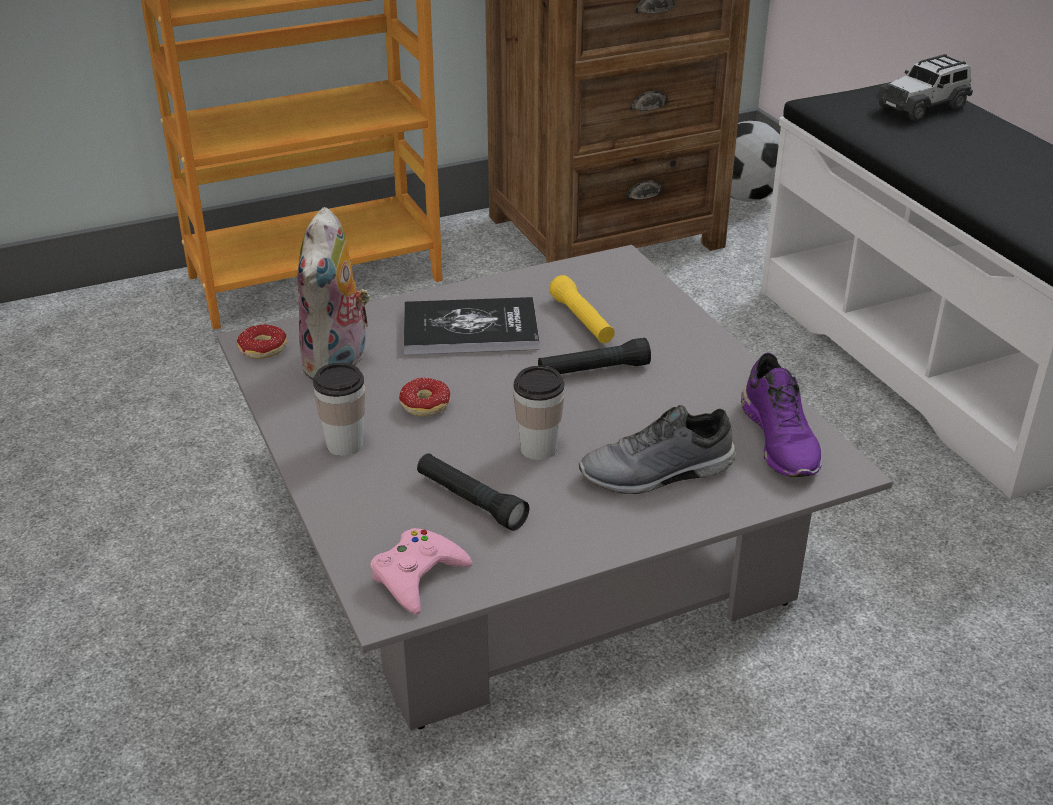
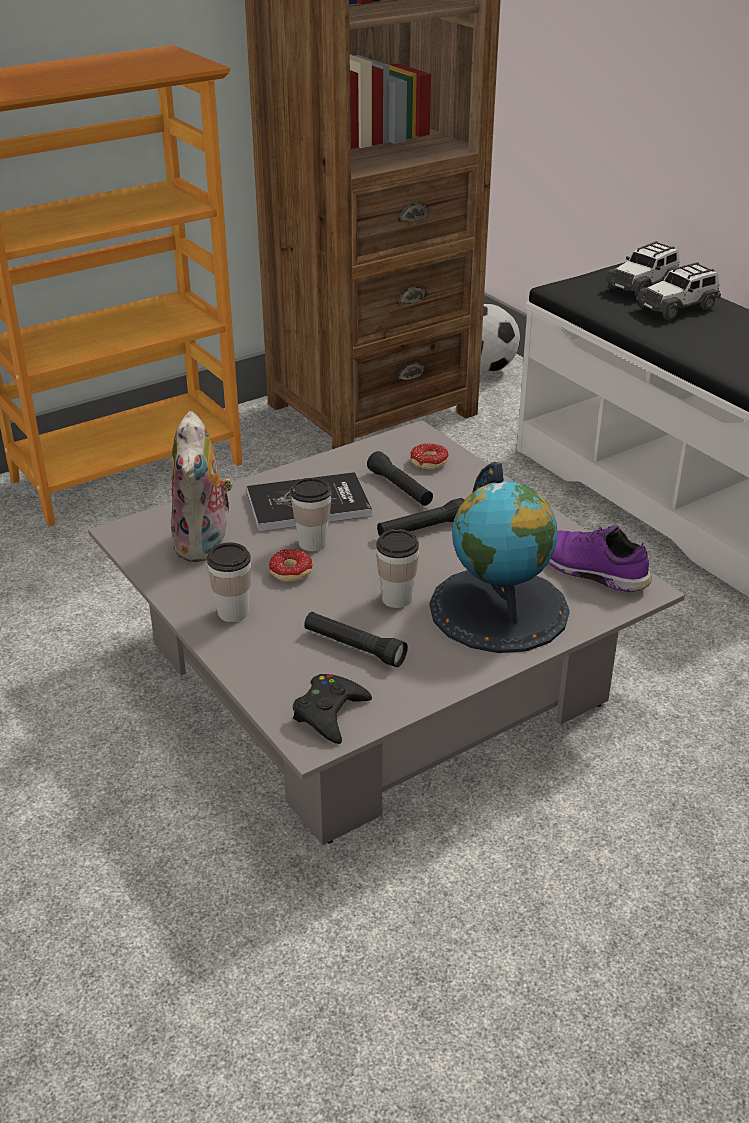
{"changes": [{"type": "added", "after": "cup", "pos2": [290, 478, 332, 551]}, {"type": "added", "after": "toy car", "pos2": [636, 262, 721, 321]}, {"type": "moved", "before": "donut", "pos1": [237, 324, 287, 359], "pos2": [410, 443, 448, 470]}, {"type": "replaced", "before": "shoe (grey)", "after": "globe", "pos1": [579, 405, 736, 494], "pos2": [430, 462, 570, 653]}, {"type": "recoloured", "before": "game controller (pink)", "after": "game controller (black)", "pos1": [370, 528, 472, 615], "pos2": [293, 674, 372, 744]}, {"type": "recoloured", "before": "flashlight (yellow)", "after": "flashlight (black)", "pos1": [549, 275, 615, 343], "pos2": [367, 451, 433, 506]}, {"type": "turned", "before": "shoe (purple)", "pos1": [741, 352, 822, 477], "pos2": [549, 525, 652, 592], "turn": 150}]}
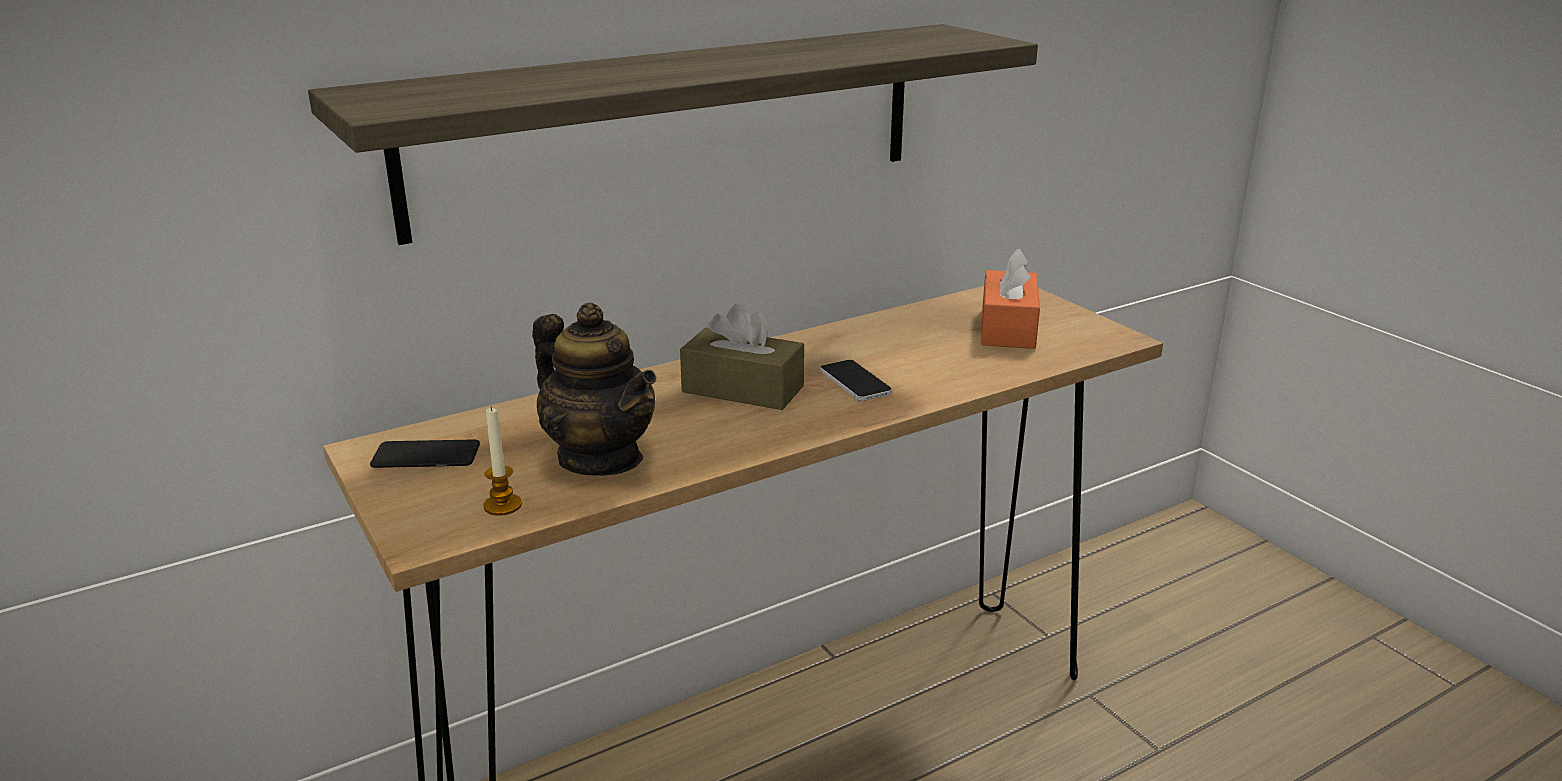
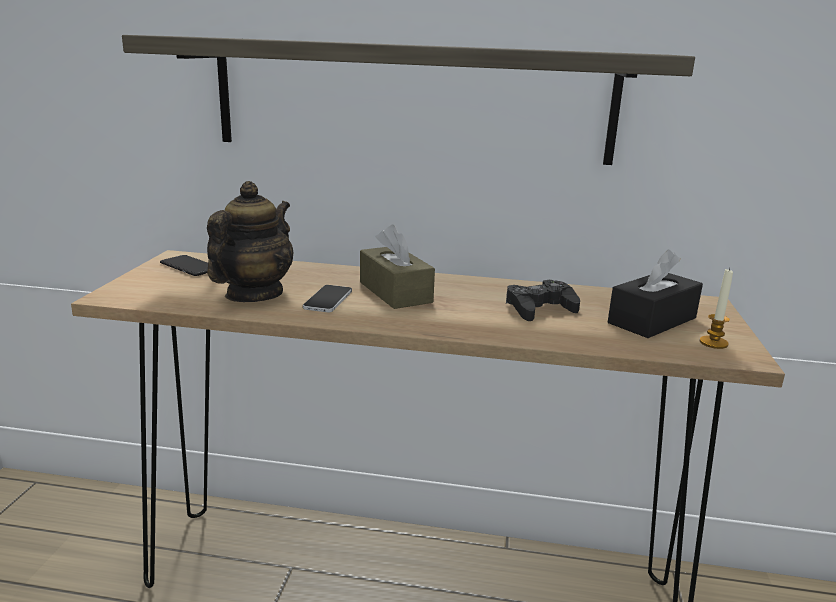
{"changes": [{"type": "added", "after": "game controller (black)", "pos2": [506, 280, 580, 321]}, {"type": "moved", "before": "candle", "pos1": [483, 407, 522, 516], "pos2": [700, 268, 733, 349]}, {"type": "moved", "before": "phone", "pos1": [820, 360, 892, 401], "pos2": [303, 285, 352, 312]}, {"type": "recoloured", "before": "tissue box (orange)", "after": "tissue box (black)", "pos1": [981, 248, 1040, 349], "pos2": [608, 249, 703, 338]}, {"type": "turned", "before": "teapot", "pos1": [532, 303, 656, 476], "pos2": [207, 181, 293, 302], "turn": -150}]}
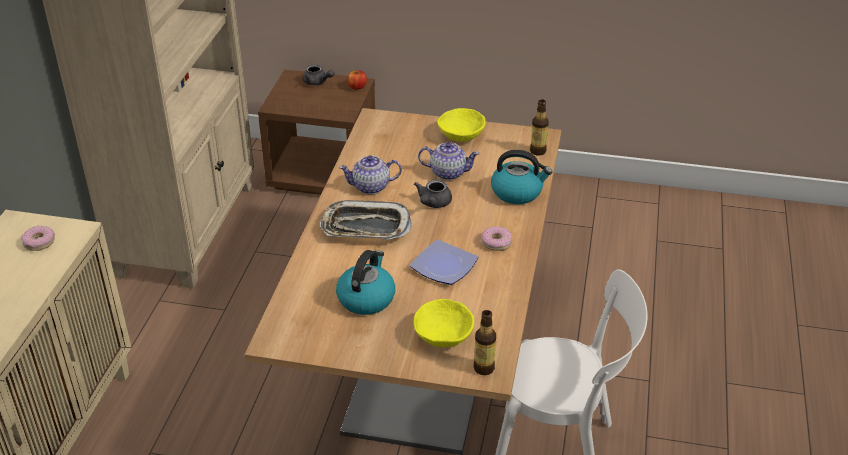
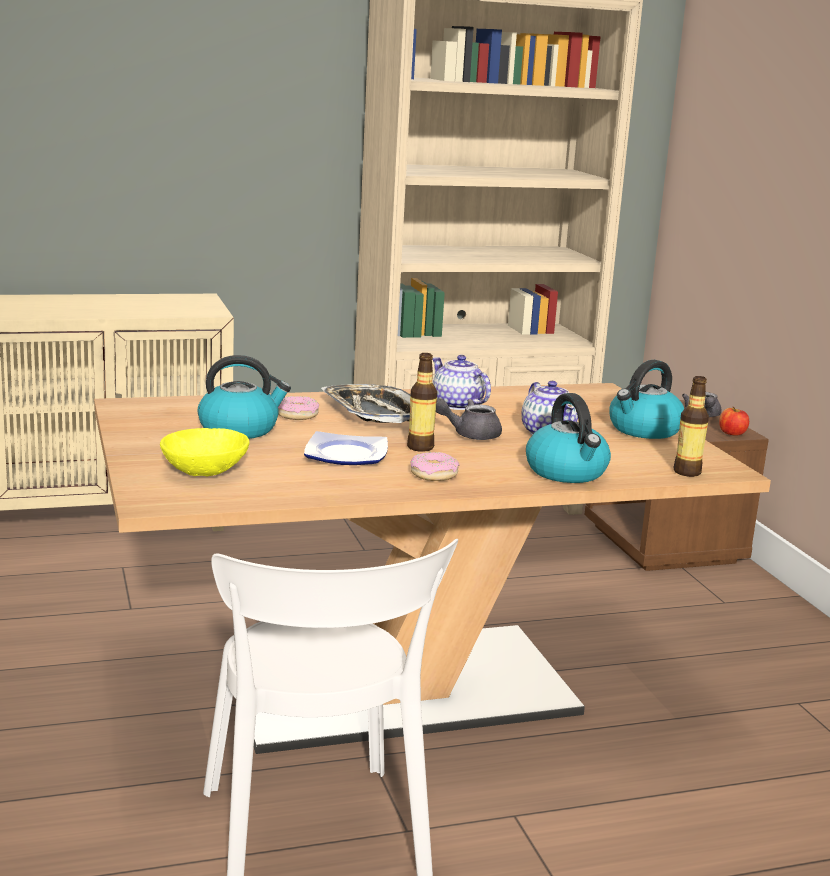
{"changes": [{"type": "moved", "before": "donut", "pos1": [21, 226, 55, 251], "pos2": [278, 396, 319, 420]}, {"type": "moved", "before": "bottle", "pos1": [474, 310, 496, 375], "pos2": [407, 353, 437, 452]}, {"type": "replaced", "before": "bowl (yellow)", "after": "kettle", "pos1": [437, 108, 486, 142], "pos2": [609, 360, 684, 439]}]}
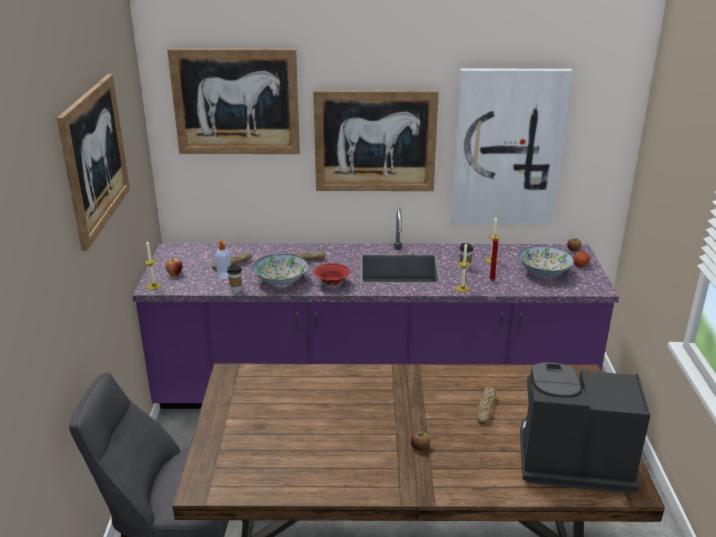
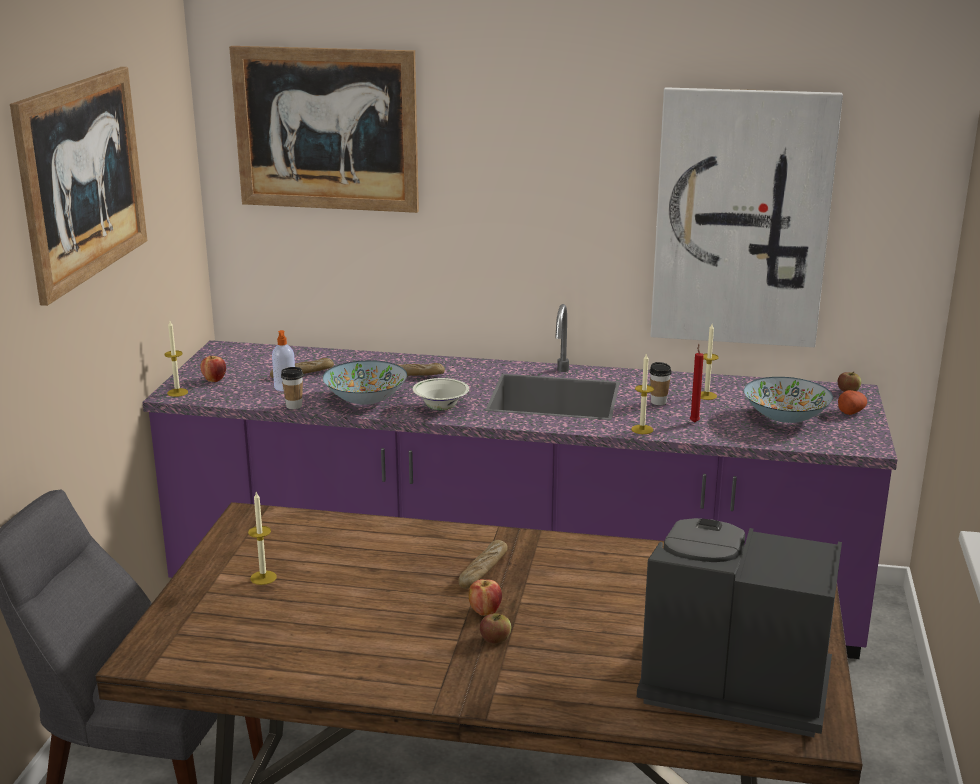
{"changes": [{"type": "removed", "before": "picture", "pos1": [313, 90, 439, 191]}, {"type": "added", "after": "candle", "pos2": [248, 492, 277, 585]}, {"type": "added", "after": "apple", "pos2": [469, 579, 502, 616]}, {"type": "moved", "before": "bread", "pos1": [476, 386, 496, 424], "pos2": [458, 540, 508, 589]}, {"type": "recoloured", "before": "bowl (red)", "after": "bowl (white)", "pos1": [314, 263, 350, 286], "pos2": [413, 378, 469, 410]}]}
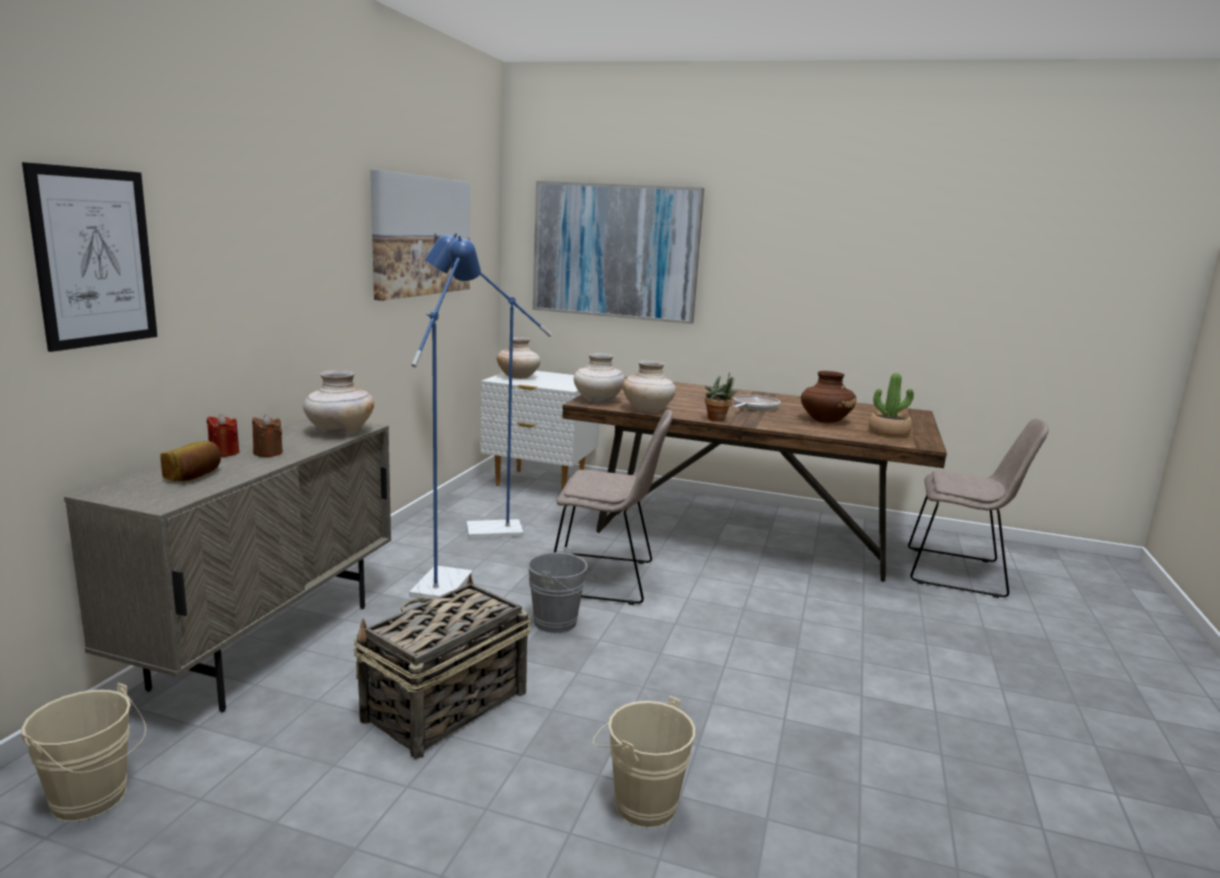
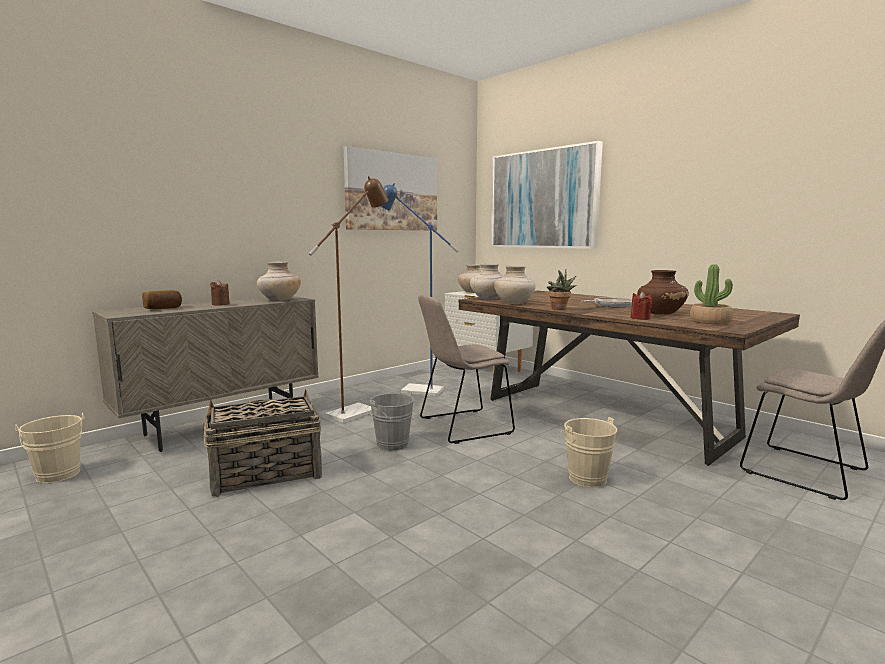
{"changes": [{"type": "removed", "before": "picture", "pos1": [22, 162, 157, 352]}, {"type": "moved", "before": "candle (red)", "pos1": [207, 414, 239, 457], "pos2": [631, 292, 652, 320]}, {"type": "moved", "before": "bucket (beige)", "pos1": [593, 696, 695, 828], "pos2": [556, 417, 618, 487]}, {"type": "recoloured", "before": "floor lamp (blue)", "after": "floor lamp (brown)", "pos1": [409, 235, 481, 599], "pos2": [309, 176, 389, 423]}, {"type": "turned", "before": "chair (beige)", "pos1": [554, 410, 673, 605], "pos2": [418, 295, 515, 444], "turn": 120}]}
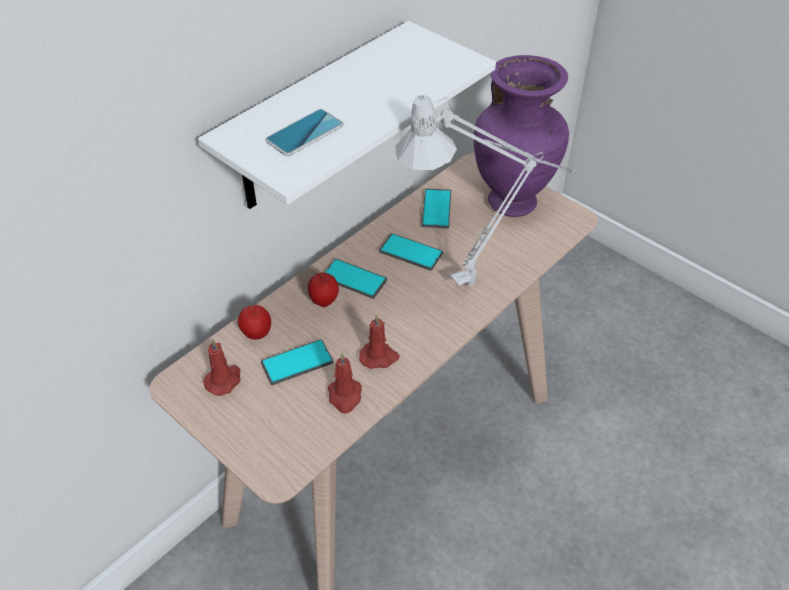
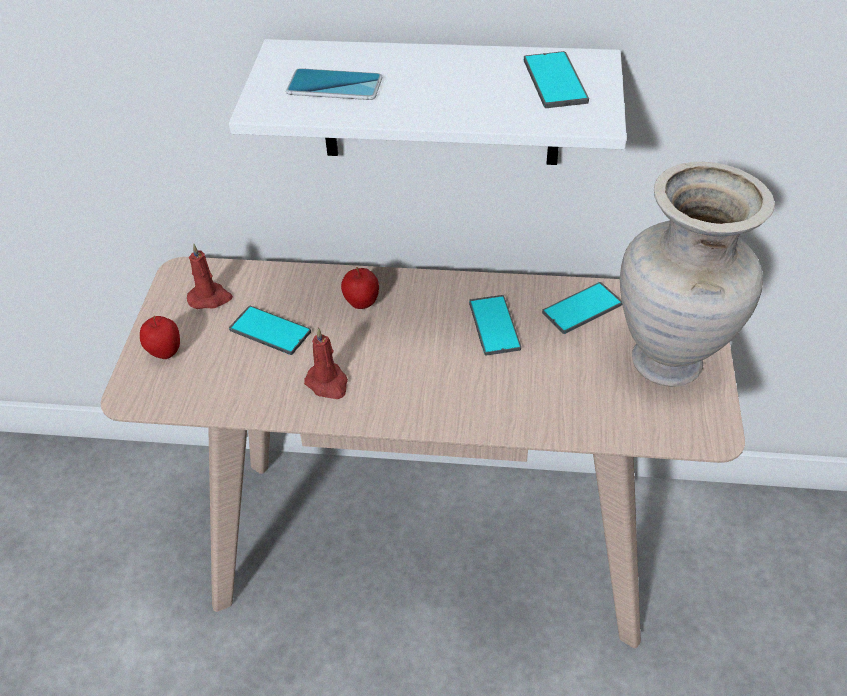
{"changes": [{"type": "removed", "before": "candle (red)", "pos1": [328, 353, 362, 414]}, {"type": "removed", "before": "table lamp (grey)", "pos1": [395, 95, 578, 289]}, {"type": "moved", "before": "apple", "pos1": [238, 305, 271, 340], "pos2": [140, 316, 180, 359]}, {"type": "moved", "before": "phone", "pos1": [324, 259, 387, 299], "pos2": [524, 51, 589, 108]}, {"type": "recoloured", "before": "vase (purple)", "after": "vase (beige)", "pos1": [474, 55, 569, 217], "pos2": [620, 162, 775, 387]}]}
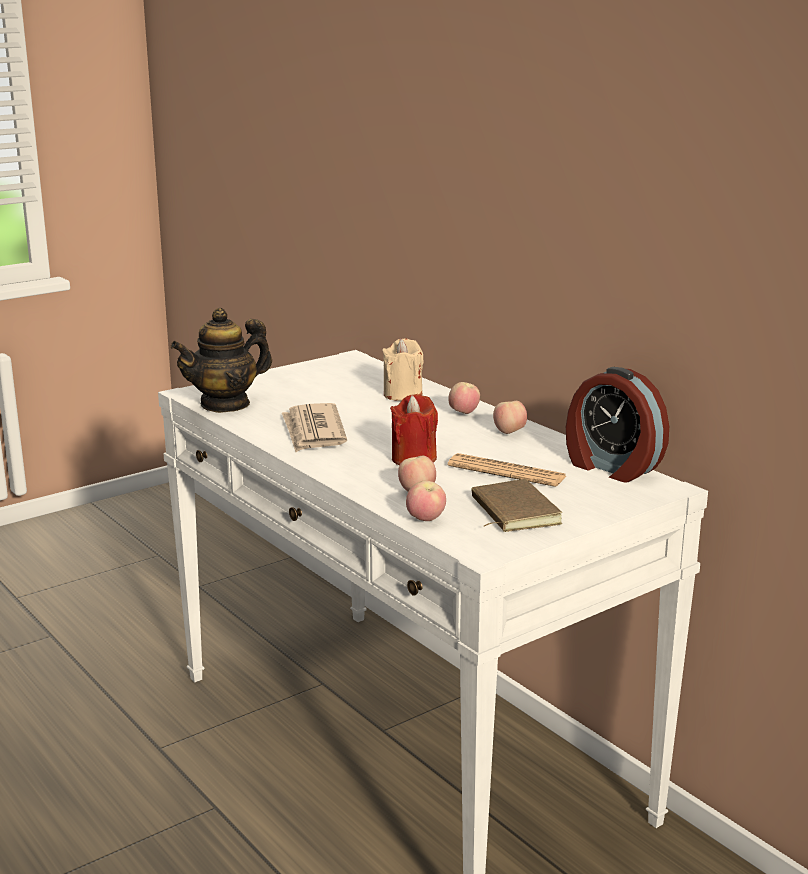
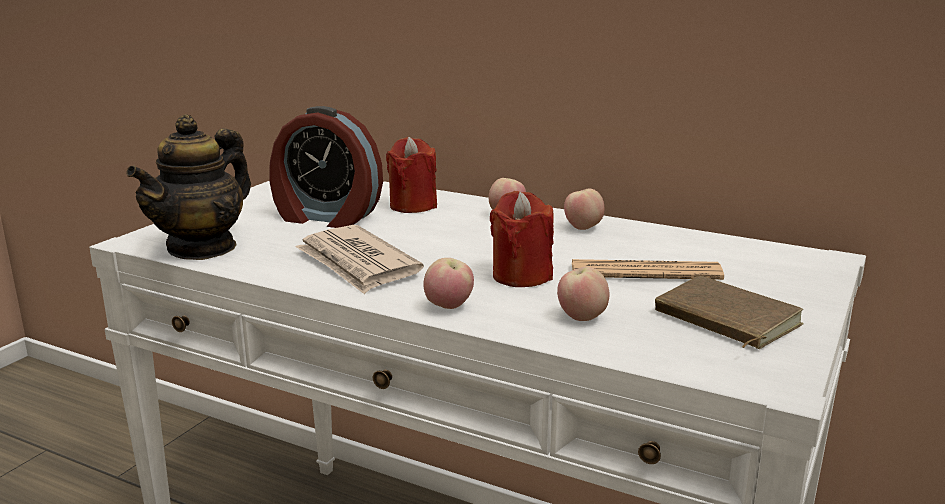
{"changes": [{"type": "moved", "before": "apple", "pos1": [406, 481, 446, 521], "pos2": [423, 258, 474, 309]}, {"type": "moved", "before": "alarm clock", "pos1": [566, 367, 669, 483], "pos2": [269, 106, 383, 228]}, {"type": "recoloured", "before": "candle (beige)", "after": "candle (red)", "pos1": [382, 338, 423, 401], "pos2": [386, 137, 437, 213]}]}
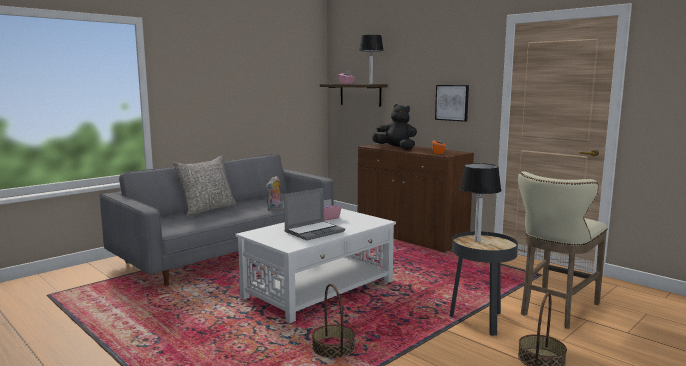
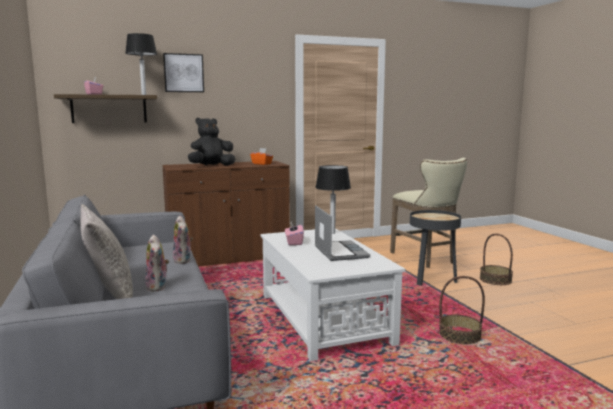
{"changes": [{"type": "added", "after": "plush toy", "pos2": [145, 235, 169, 292]}, {"type": "moved", "before": "picture", "pos1": [435, 85, 469, 122], "pos2": [163, 53, 204, 92]}, {"type": "moved", "before": "table lamp", "pos1": [459, 163, 501, 242], "pos2": [315, 165, 351, 234]}]}
